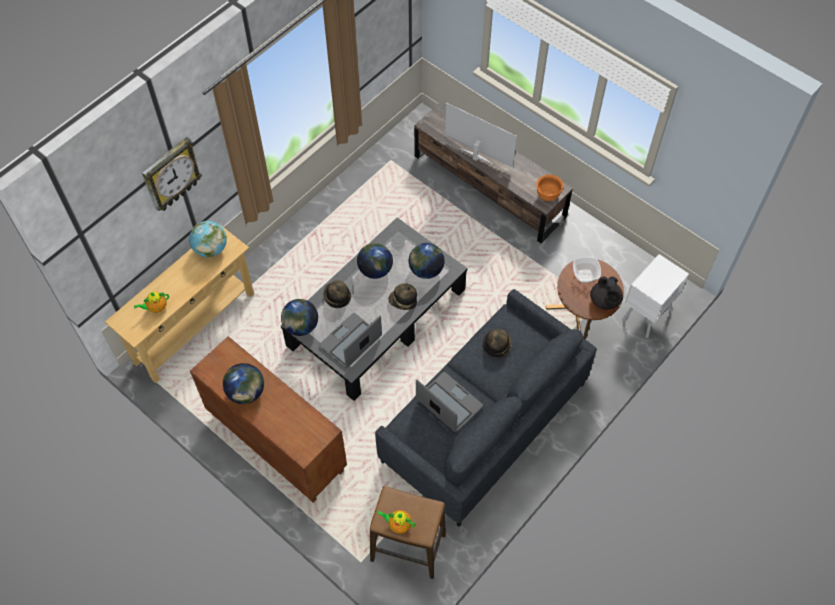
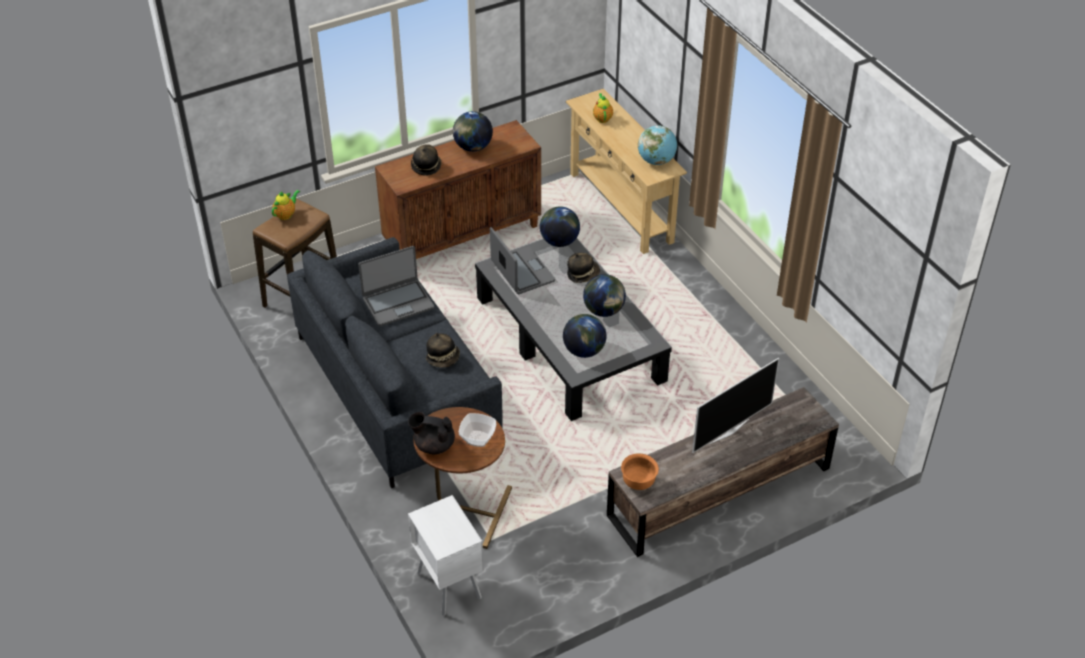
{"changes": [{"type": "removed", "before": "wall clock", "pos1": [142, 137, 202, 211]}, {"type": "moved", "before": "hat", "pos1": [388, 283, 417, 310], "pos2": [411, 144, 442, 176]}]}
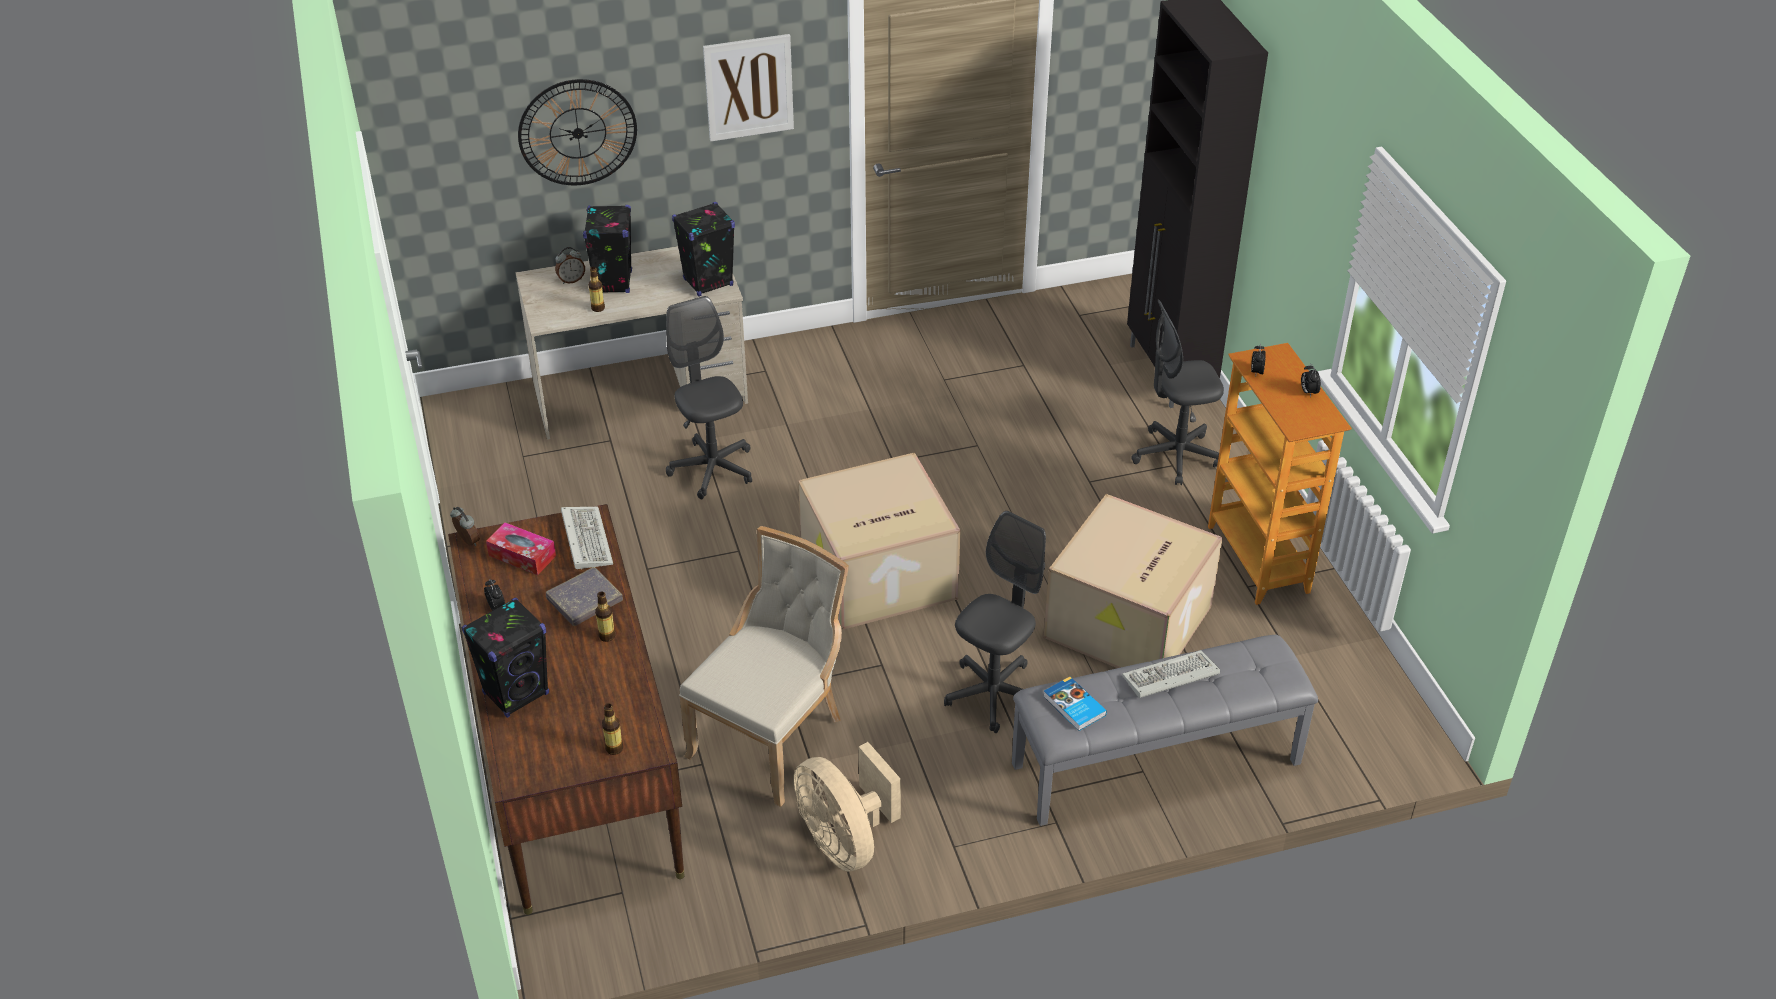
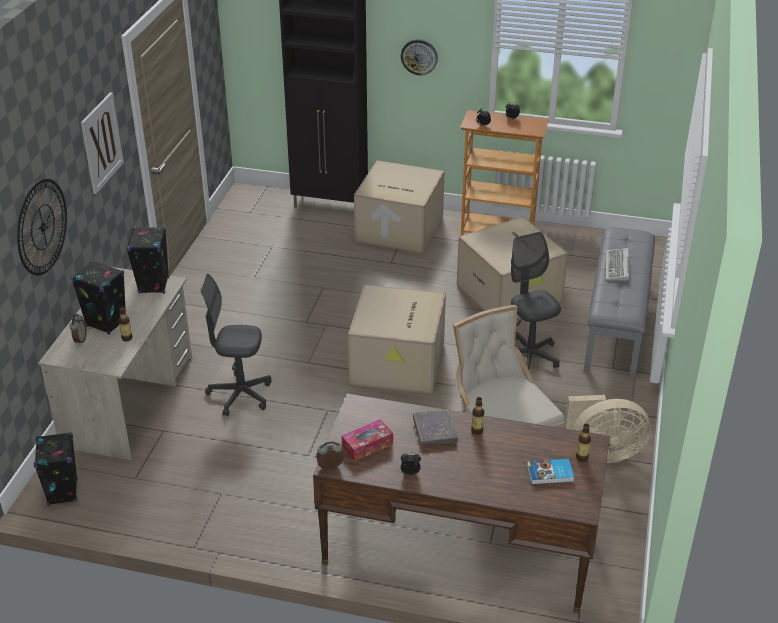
{"changes": [{"type": "removed", "before": "keyboard", "pos1": [561, 507, 613, 569]}, {"type": "added", "after": "wall clock", "pos2": [401, 39, 438, 75]}, {"type": "moved", "before": "speaker (black)", "pos1": [462, 598, 549, 718], "pos2": [34, 432, 78, 506]}, {"type": "moved", "before": "book", "pos1": [1043, 676, 1107, 731], "pos2": [527, 459, 574, 485]}, {"type": "replaced", "before": "office chair (grey)", "after": "cardboard box", "pos1": [1131, 299, 1224, 485], "pos2": [354, 160, 445, 254]}]}
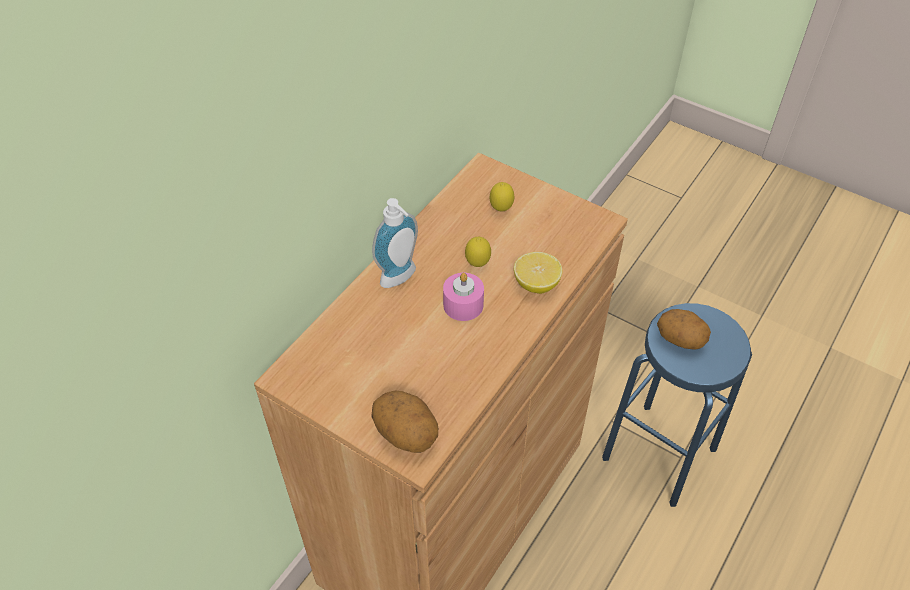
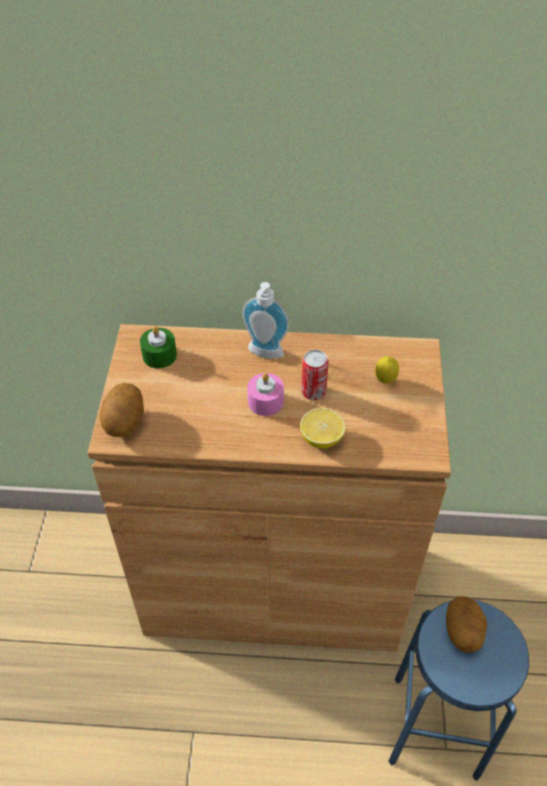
{"changes": [{"type": "added", "after": "candle (green)", "pos2": [140, 326, 177, 368]}, {"type": "replaced", "before": "lemon", "after": "can", "pos1": [465, 237, 491, 267], "pos2": [301, 350, 329, 400]}]}
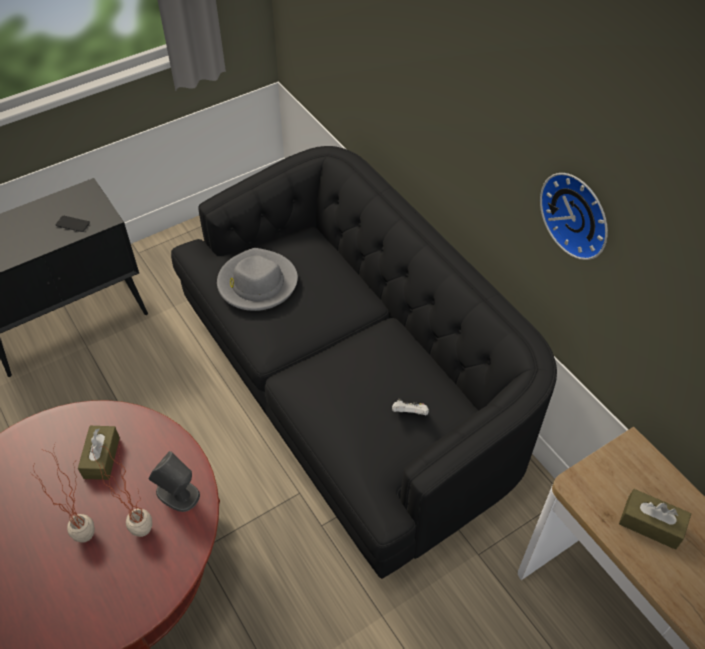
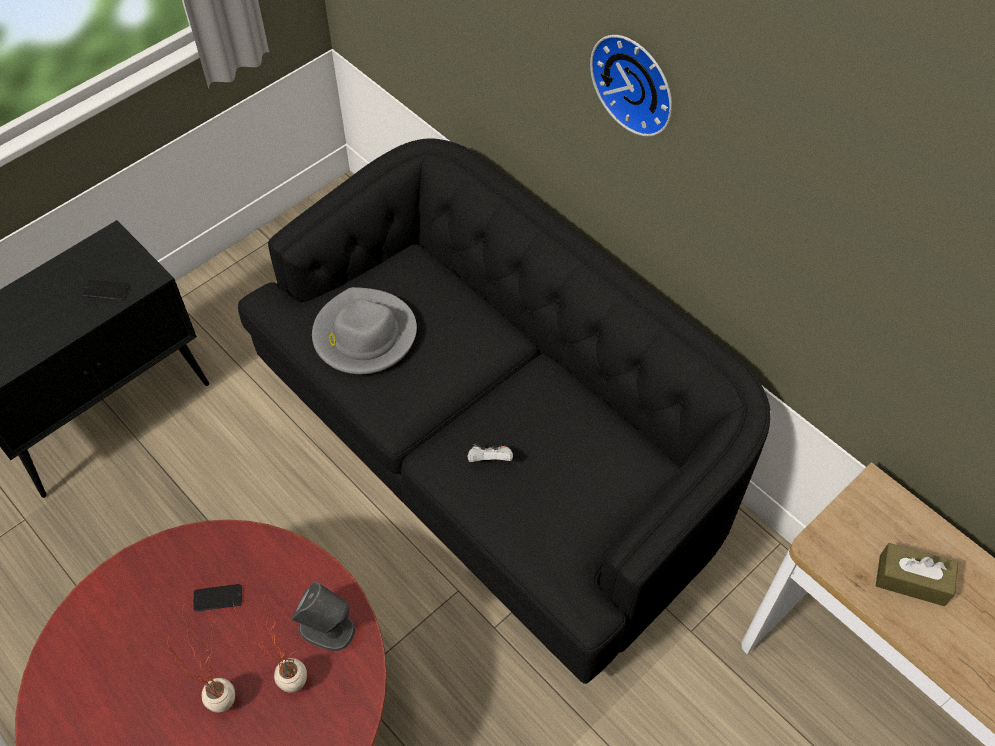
{"changes": [{"type": "moved", "before": "game controller (white)", "pos1": [392, 398, 429, 415], "pos2": [467, 444, 513, 462]}, {"type": "moved", "before": "wall clock", "pos1": [540, 173, 608, 260], "pos2": [590, 35, 672, 137]}, {"type": "replaced", "before": "tissue box (brown)", "after": "phone", "pos1": [78, 426, 120, 480], "pos2": [193, 584, 242, 611]}]}
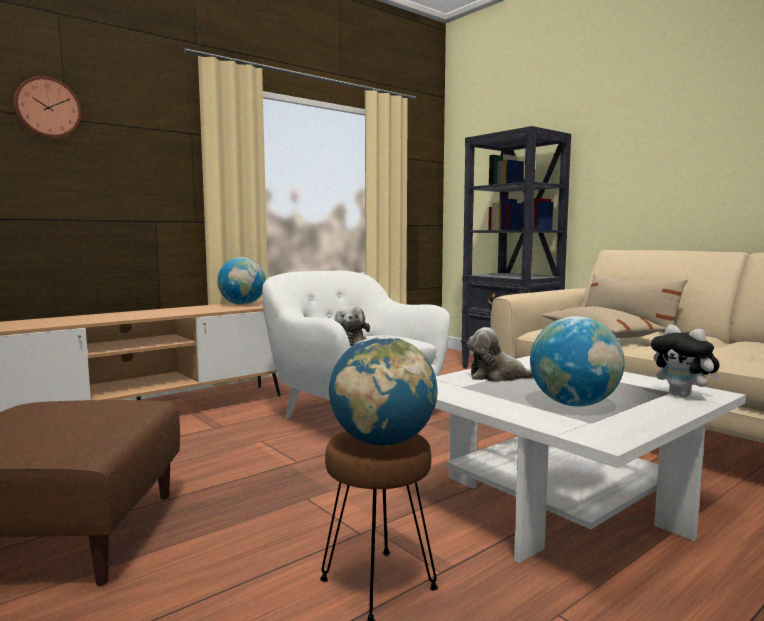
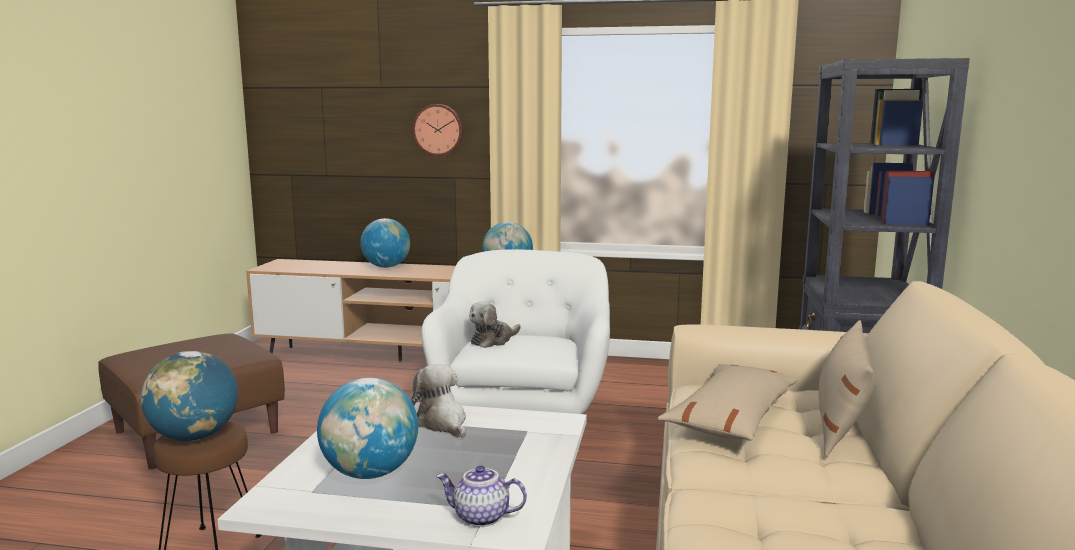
{"changes": [{"type": "added", "after": "globe", "pos2": [360, 218, 410, 268]}, {"type": "moved", "before": "wall clock", "pos1": [14, 76, 81, 138], "pos2": [413, 104, 463, 156]}, {"type": "replaced", "before": "plush toy", "after": "teapot", "pos1": [651, 325, 720, 397], "pos2": [436, 465, 527, 527]}]}
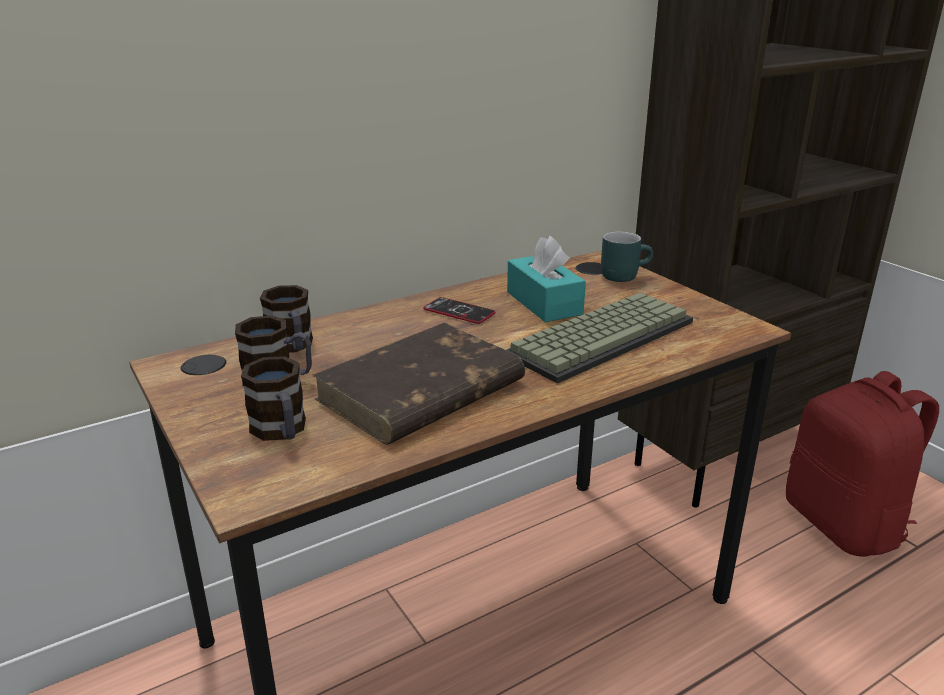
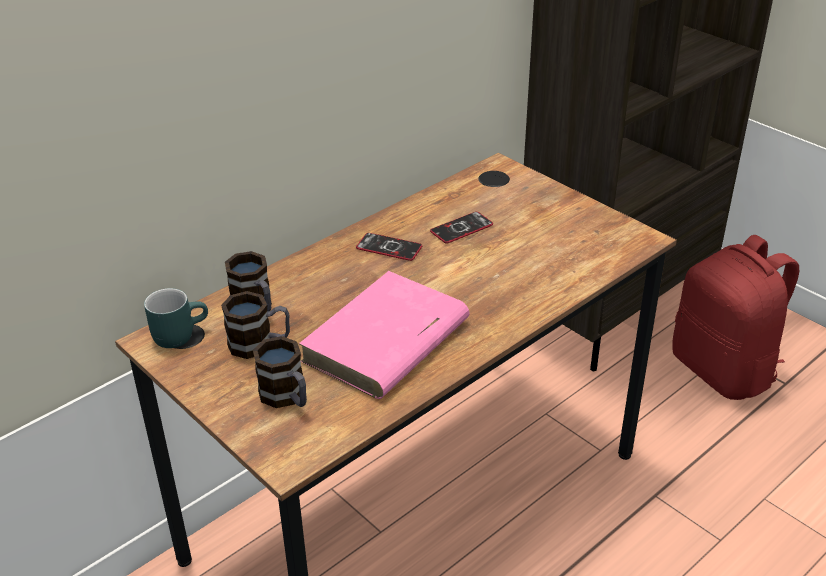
{"changes": [{"type": "removed", "before": "keyboard", "pos1": [506, 293, 693, 384]}, {"type": "moved", "before": "mug (turquoise)", "pos1": [601, 231, 653, 282], "pos2": [144, 288, 208, 348]}, {"type": "replaced", "before": "tissue box (turquoise)", "after": "phone", "pos1": [507, 236, 586, 322], "pos2": [430, 212, 493, 244]}, {"type": "recoloured", "before": "book (brown)", "after": "book (pink)", "pos1": [312, 322, 525, 445], "pos2": [299, 271, 470, 399]}]}
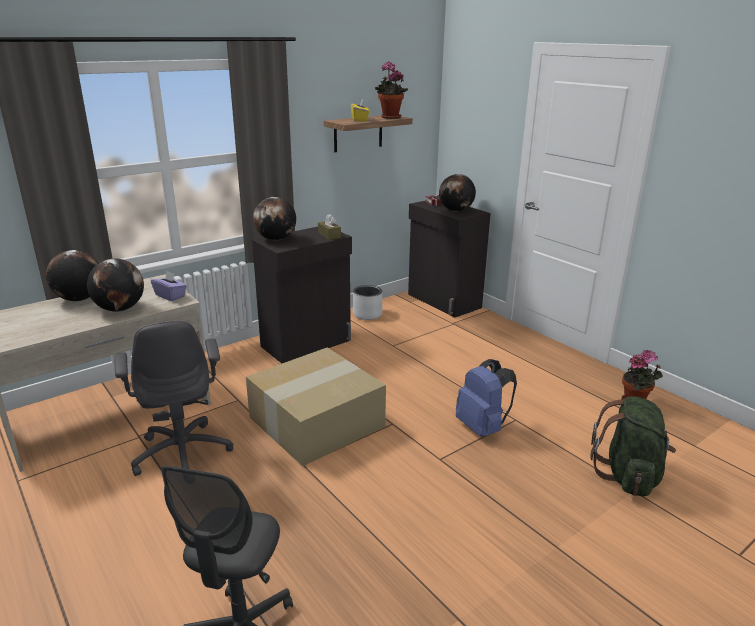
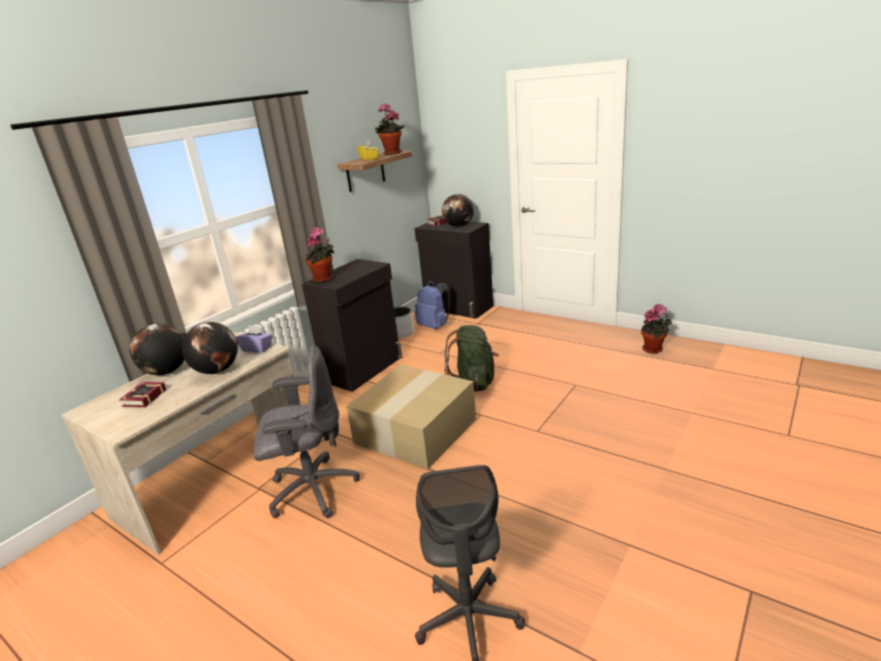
{"changes": [{"type": "removed", "before": "tissue box (brown)", "pos1": [318, 214, 341, 240]}, {"type": "added", "after": "book", "pos2": [119, 382, 166, 408]}, {"type": "moved", "before": "backpack (blue)", "pos1": [456, 359, 517, 437], "pos2": [415, 281, 450, 329]}, {"type": "moved", "before": "backpack (green)", "pos1": [590, 396, 676, 496], "pos2": [444, 325, 499, 392]}, {"type": "replaced", "before": "globe", "after": "potted plant", "pos1": [253, 197, 296, 240], "pos2": [305, 227, 334, 282]}, {"type": "turned", "before": "office chair (grey)", "pos1": [115, 320, 233, 476], "pos2": [254, 345, 360, 518], "turn": -60}]}
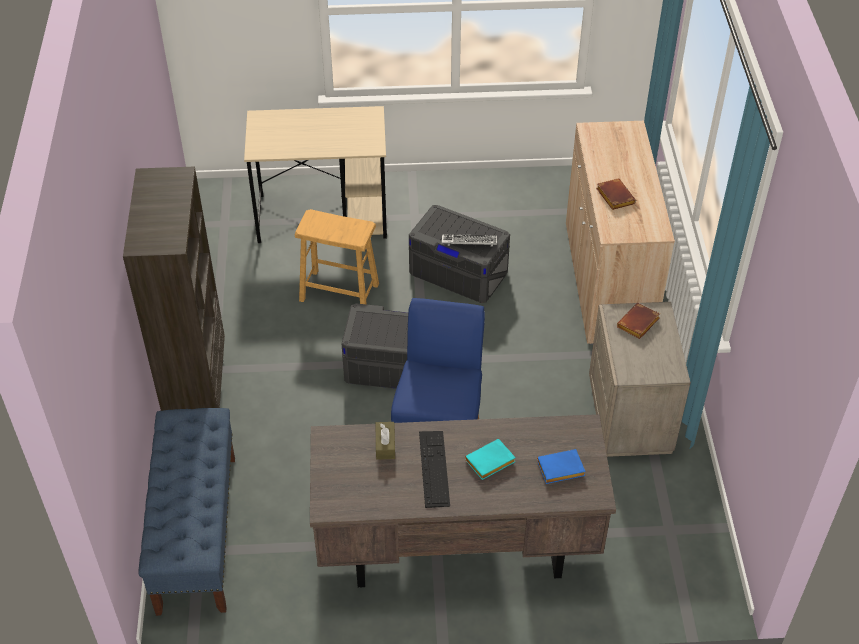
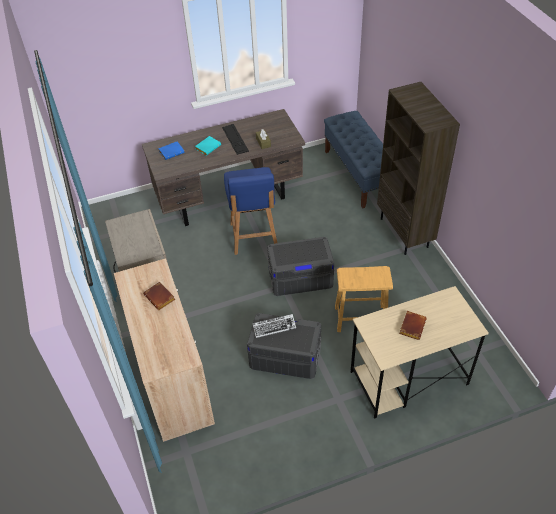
{"changes": [{"type": "moved", "before": "book (brown)", "pos1": [617, 303, 660, 339], "pos2": [399, 311, 427, 340]}]}
